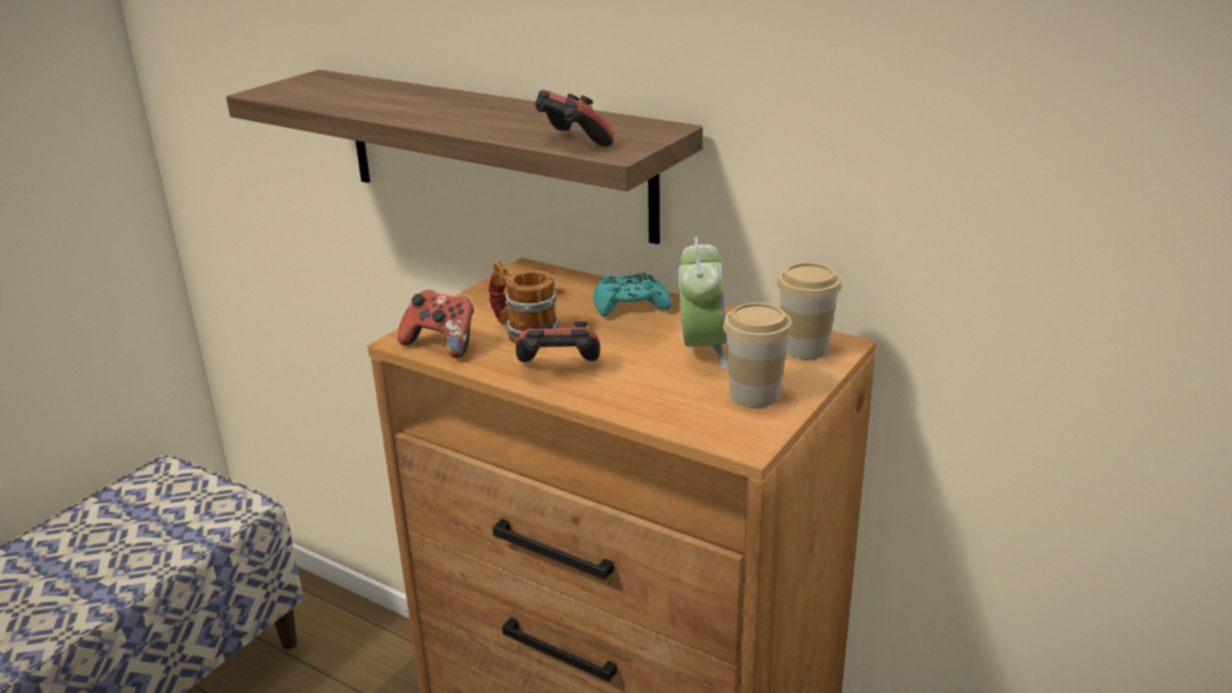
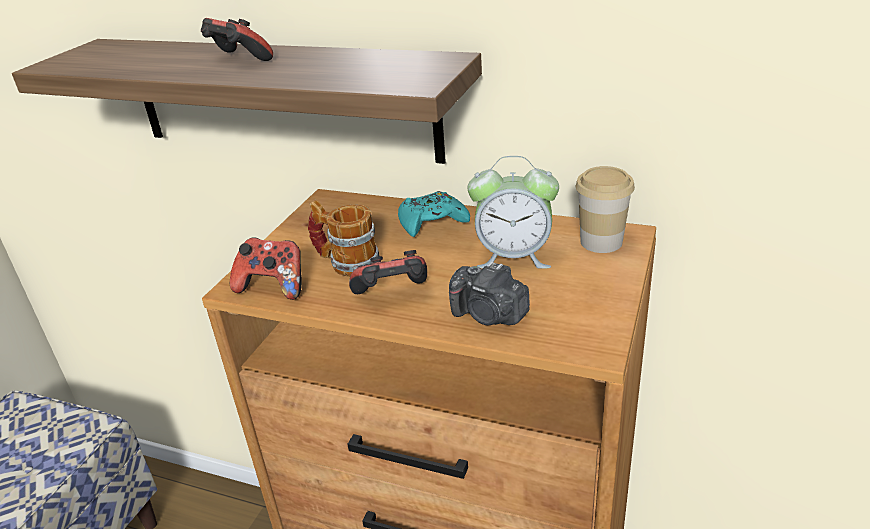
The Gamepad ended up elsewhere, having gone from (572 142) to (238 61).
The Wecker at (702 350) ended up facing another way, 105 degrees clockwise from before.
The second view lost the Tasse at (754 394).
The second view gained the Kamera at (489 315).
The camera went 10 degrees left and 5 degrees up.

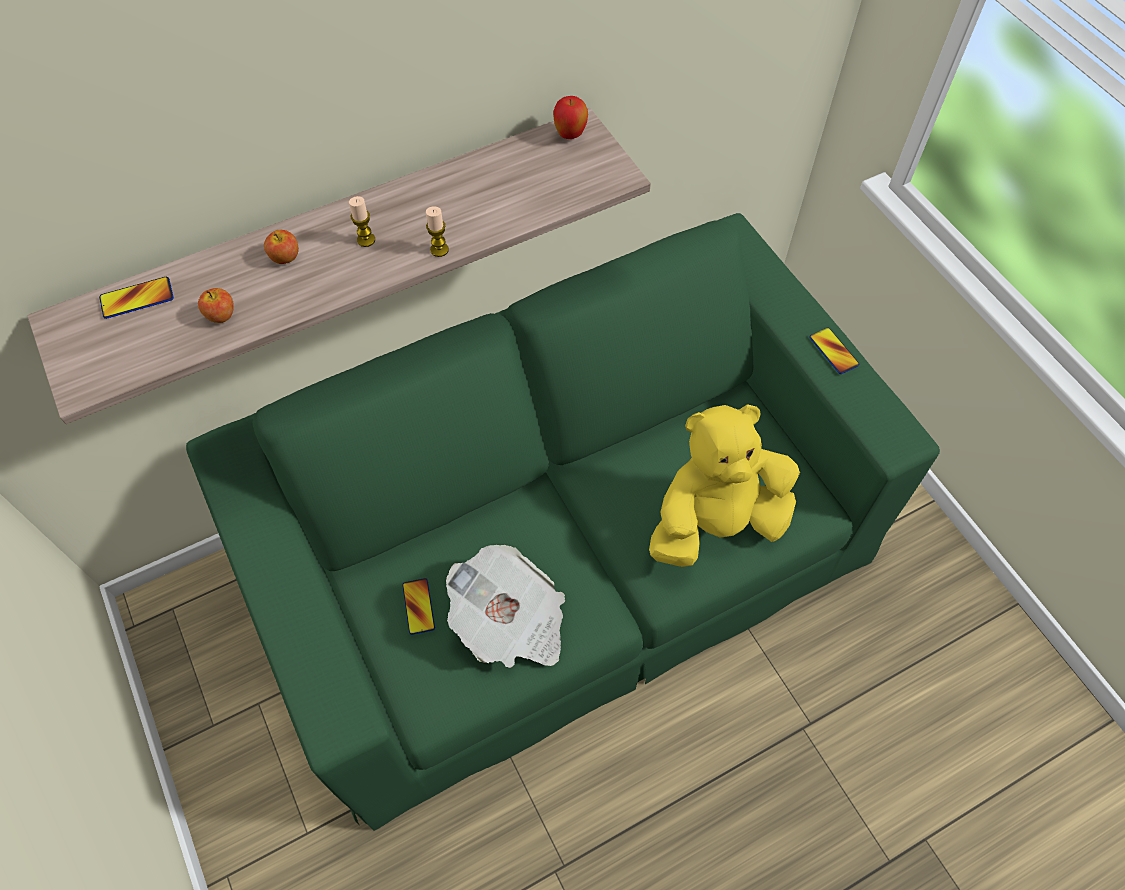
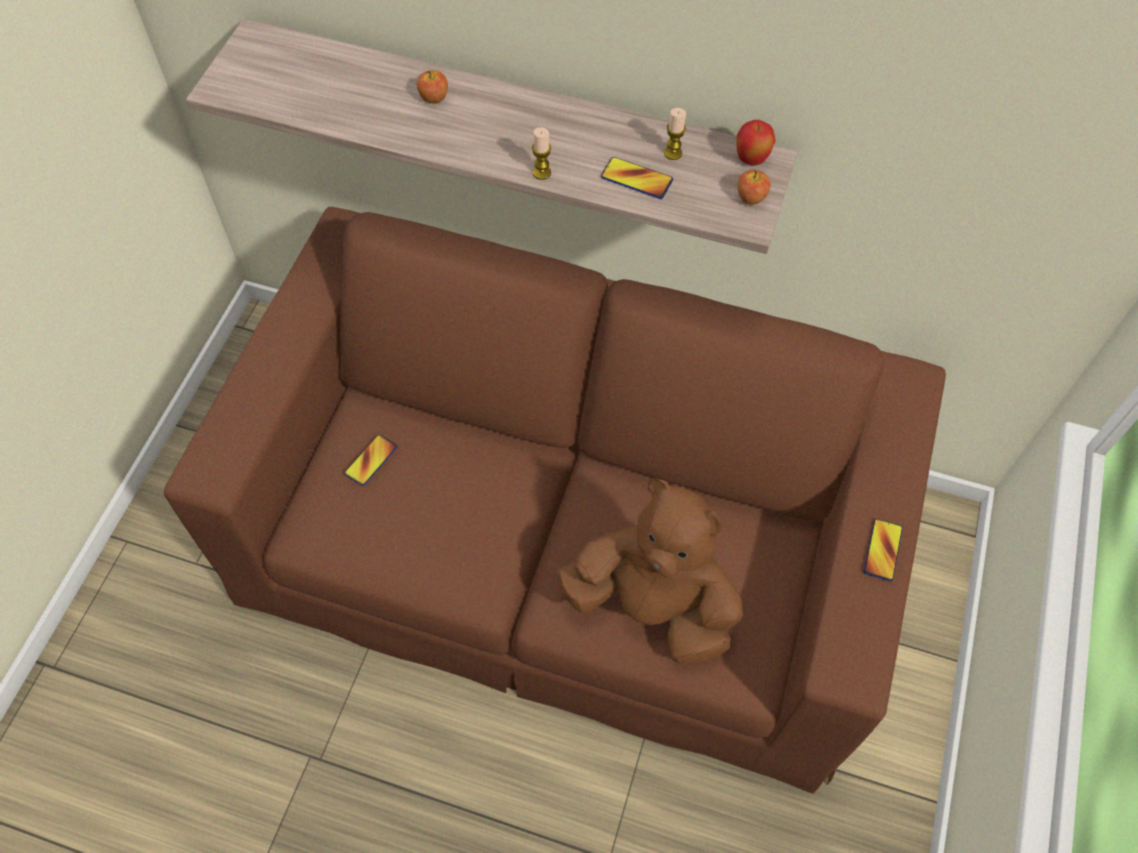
The Handy ended up elsewhere, having gone from (137 298) to (636 179).
What was the Sofa/grün at (562 551) turned into the Sofa/braun at (567 540).
The Apfel ended up elsewhere, having gone from (221 315) to (751 197).
The Kerze ended up elsewhere, having gone from (366 240) to (673 153).
The second view lost the Zeitung at (511 622).
What was the Plüschtier/gelb at (716 522) turned into the Plüschtier/braun at (652 606).
The camera went 45 degrees right and 0 degrees up.

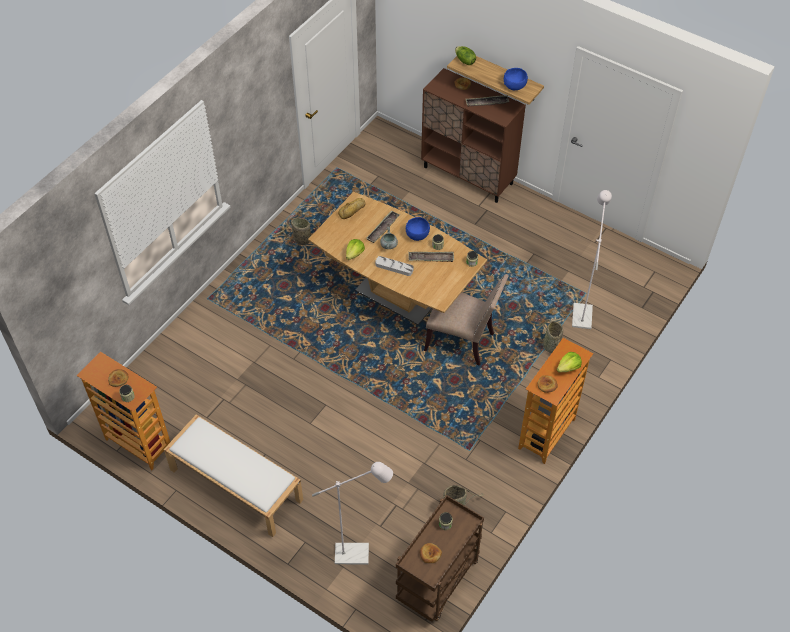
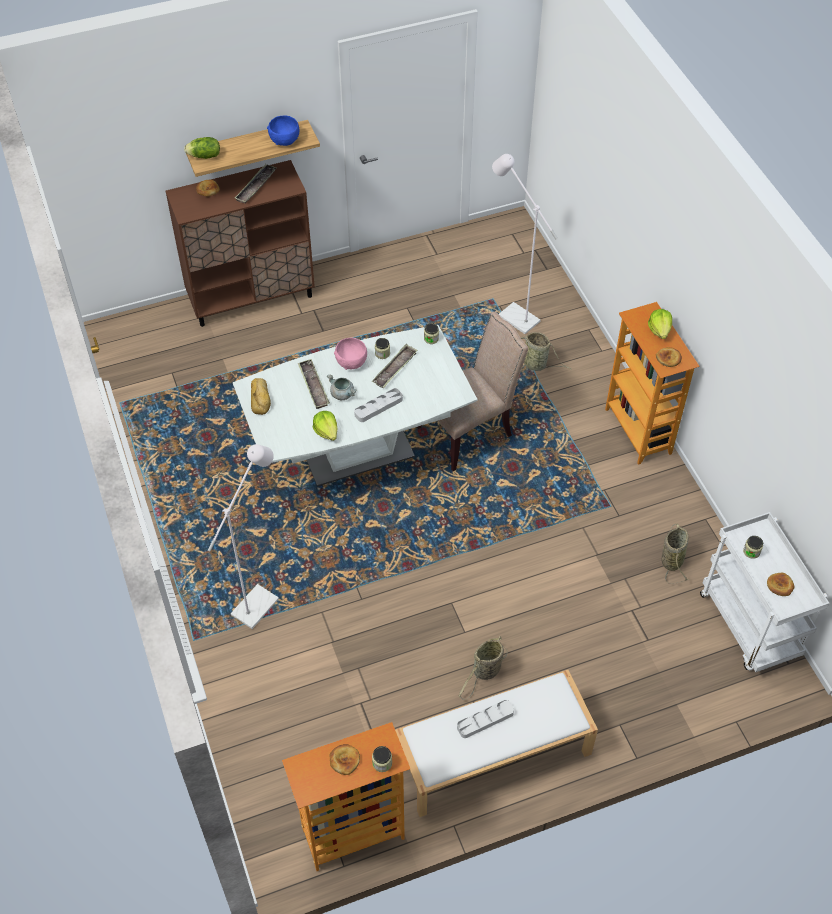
The Korb ended up elsewhere, having gone from (301 240) to (485 672).
What was the Esstisch/braun at (397 296) turned into the Esstisch/weiß at (358 453).
The Stehlampe/weiß ended up elsewhere, having gone from (359 554) to (260 600).
What was the Rollwagen/braun at (438 582) turned into the Rollwagen/weiß at (750 626).
What was the Schüssel/blau at (417 235) turned into the Schüssel/rosa at (351 361).
The second view gained the Tablett/grau at (485 720).
The camera went 55 degrees left and 0 degrees up.

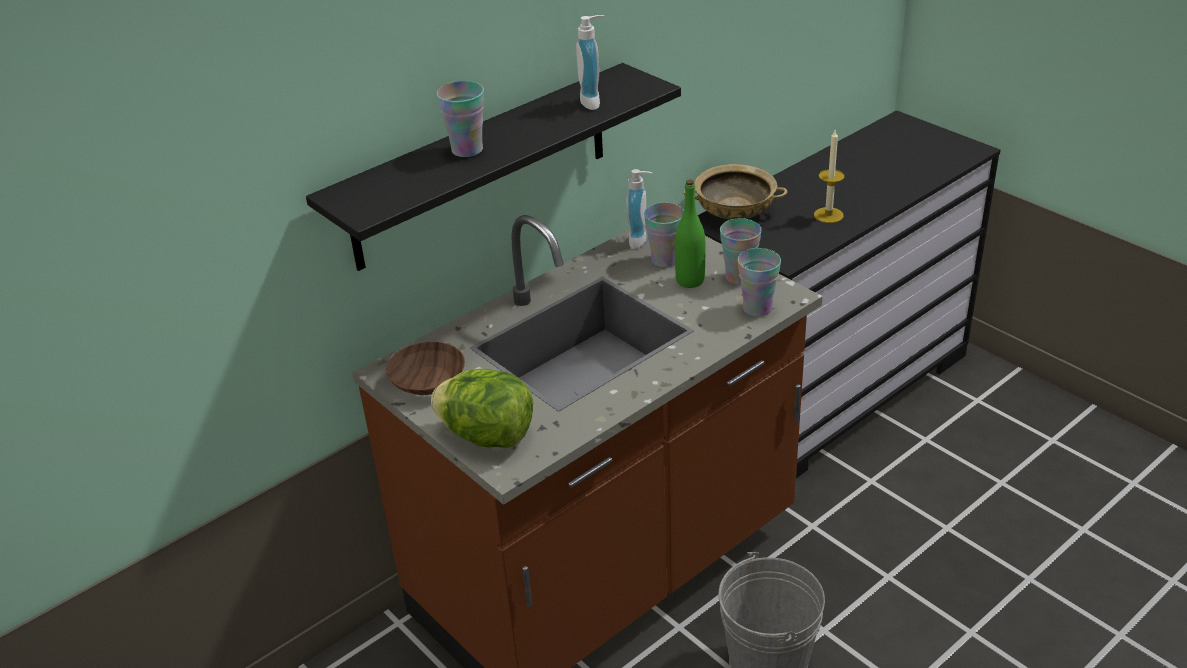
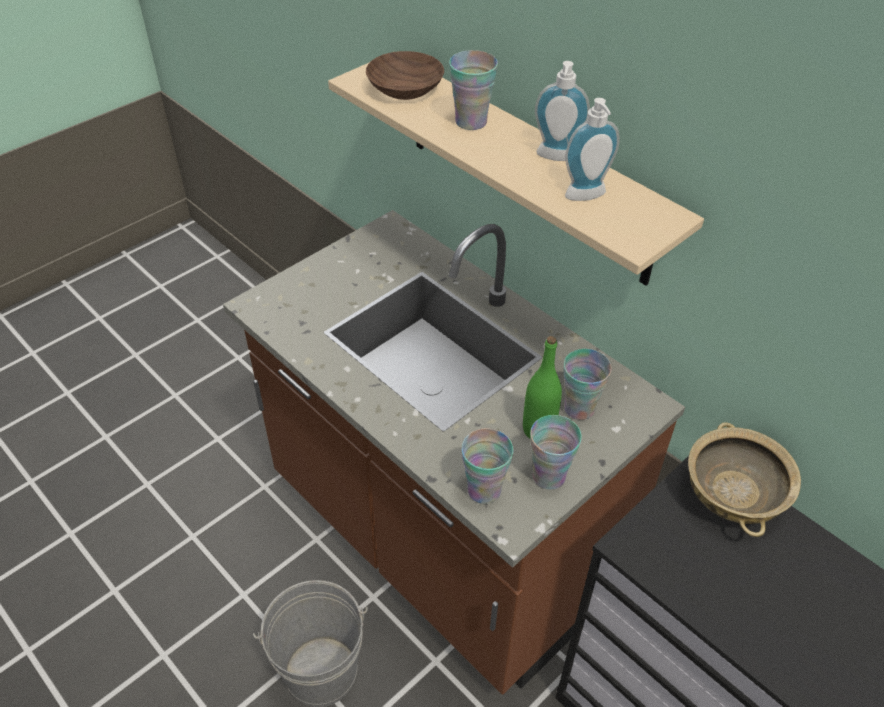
What was the Wandregal/schwarz at (481 167) turned into the Wandregal/beige at (527 168).
The Schüssel/braun ended up elsewhere, having gone from (427 382) to (403 88).
The second view lost the Salatkopf at (488 436).
The Seifenspender ended up elsewhere, having gone from (641 241) to (556 158).
The second view lost the Kerze at (828 215).
The camera went 85 degrees right and 10 degrees up.

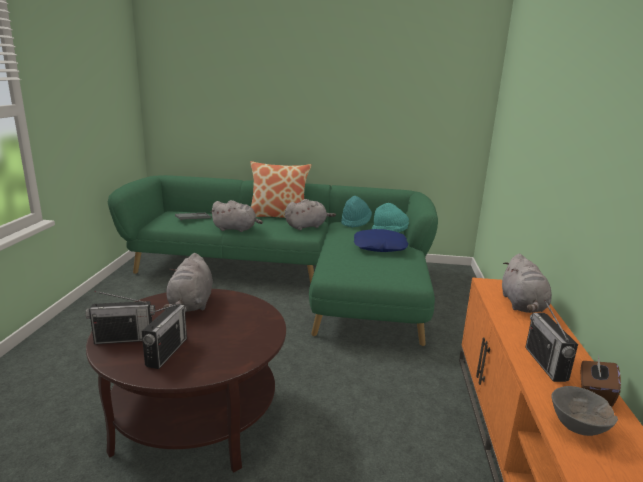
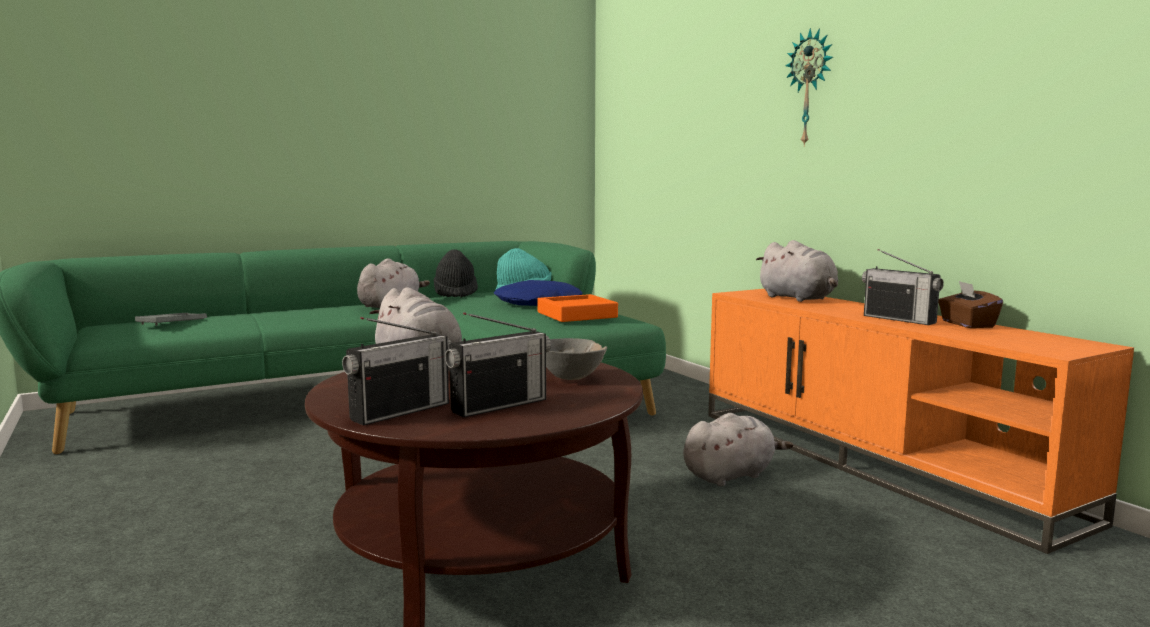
The Radio at (167 352) ended up facing another way, 75 degrees clockwise from before.
The Plüschtier/grau ended up elsewhere, having gone from (236 229) to (731 475).
The second view lost the Kissen at (278 216).
What was the Hut/türkis at (355 222) turned into the Hut/schwarz at (455 294).
The Schüssel/grau ended up elsewhere, having gone from (578 428) to (572 378).
The second view gained the Tablett/orange at (577 315).
The second view gained the Wanduhr at (810 88).
The camera went 35 degrees left and 10 degrees down.

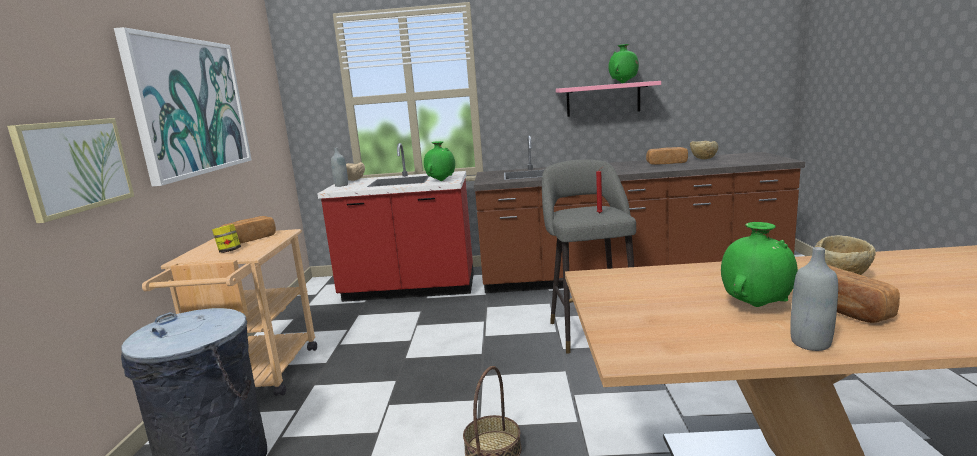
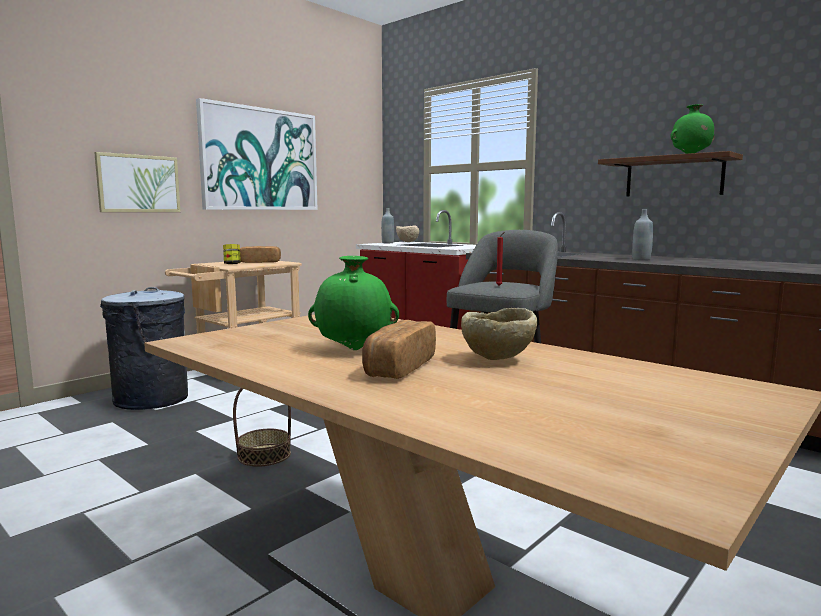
The second view lost the Vase/grün at (441 181).
What was the Wandregal/rosa at (603 99) turned into the Wandregal/braun at (673 177).
The second view lost the Brot at (666 163).
The second view lost the Schüssel/beige at (703 159).
The Flasche/grau ended up elsewhere, having gone from (810 343) to (641 259).
The camera went 40 degrees right and 5 degrees down.

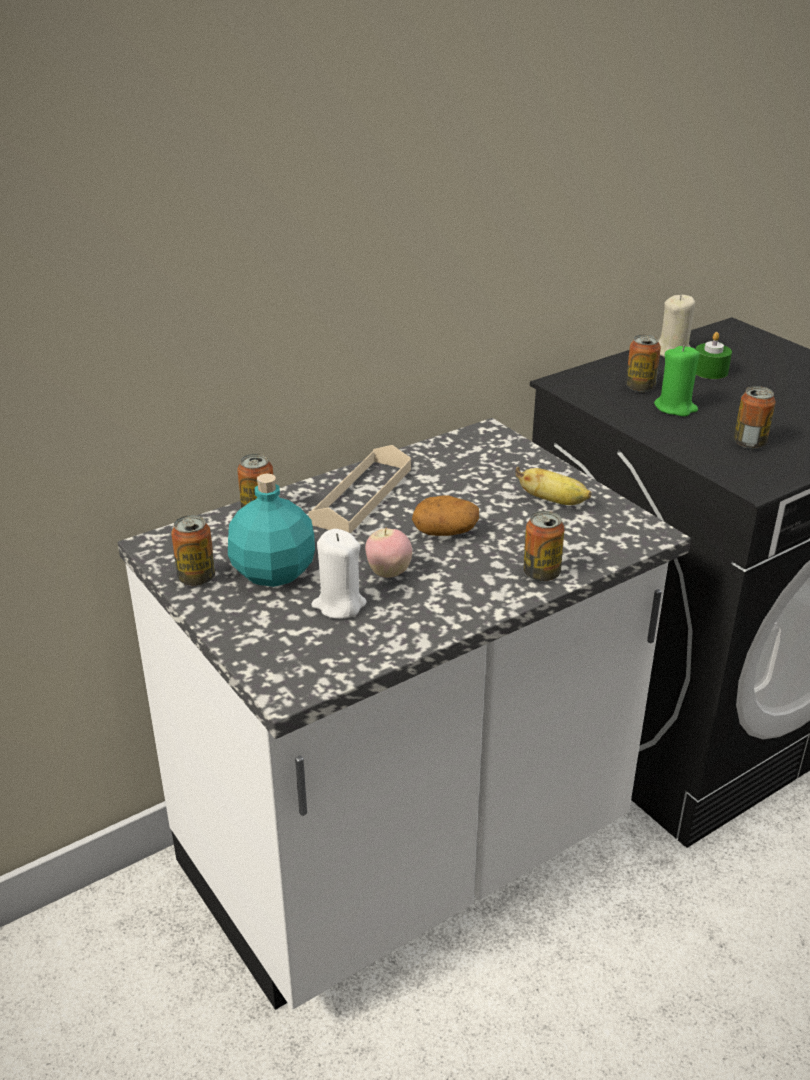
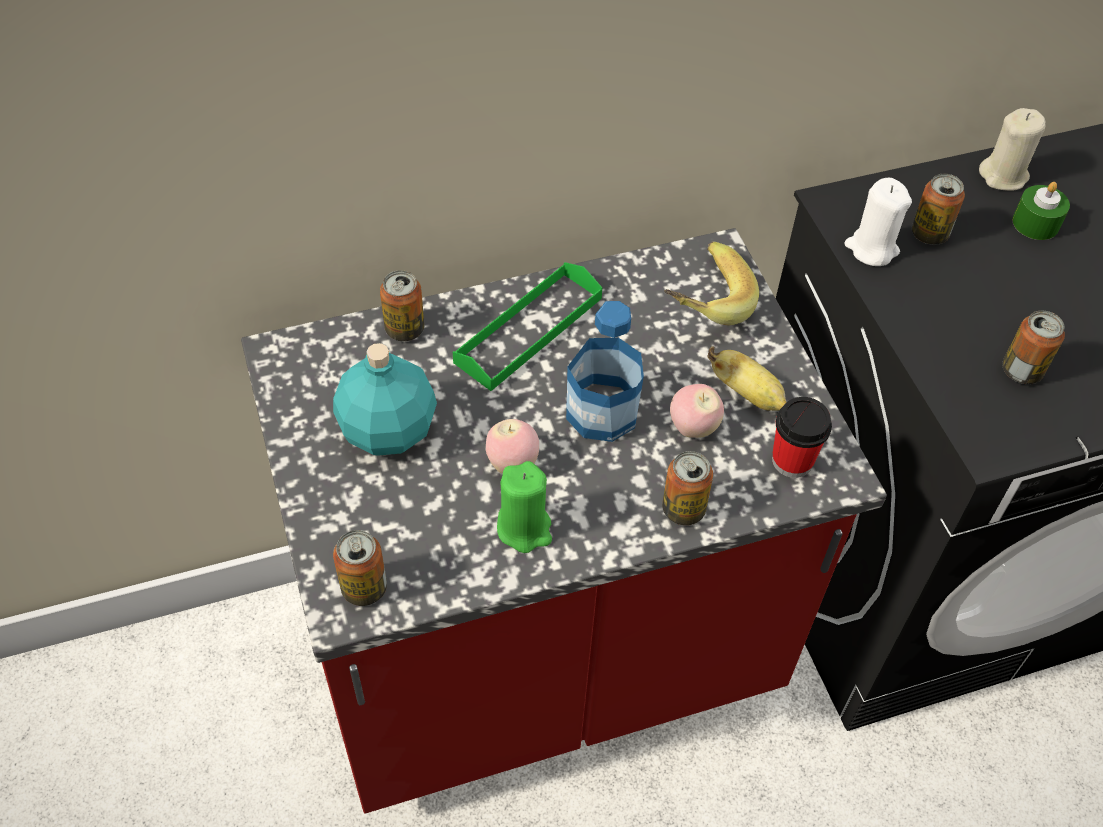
What was the Küchenzeile/weiß at (405 856) turned into the Küchenzeile/rot at (542 655).
The Dose ended up elsewhere, having gone from (196 578) to (364 588).
What was the Tablett/beige at (362 496) turned into the Tablett/grün at (529 330).
The Kerze/weiß ended up elsewhere, having gone from (339 605) to (871 248).
Where the Kartoffel stood at (446 531), the Flasche came to stand at (602 412).
The Kerze/grün ended up elsewhere, having gone from (675 408) to (524 528).
The second view gained the Banane at (701 302).
The second view gained the Apfel at (693 428).
The second view gained the Tasse at (792 460).
The camera went 15 degrees right and 20 degrees up.

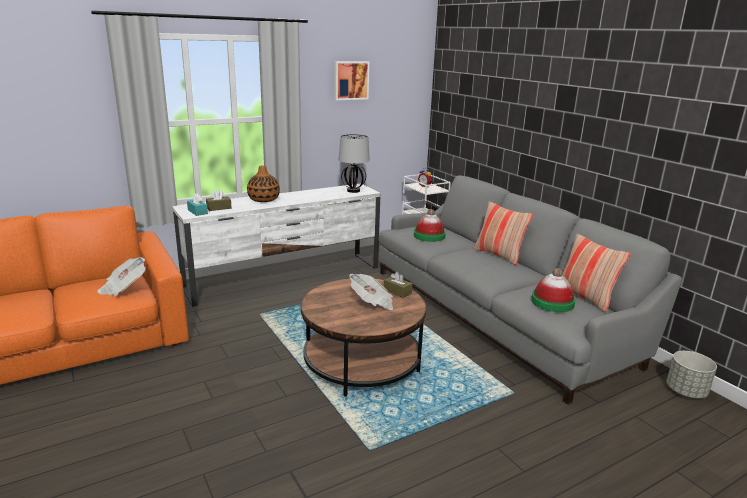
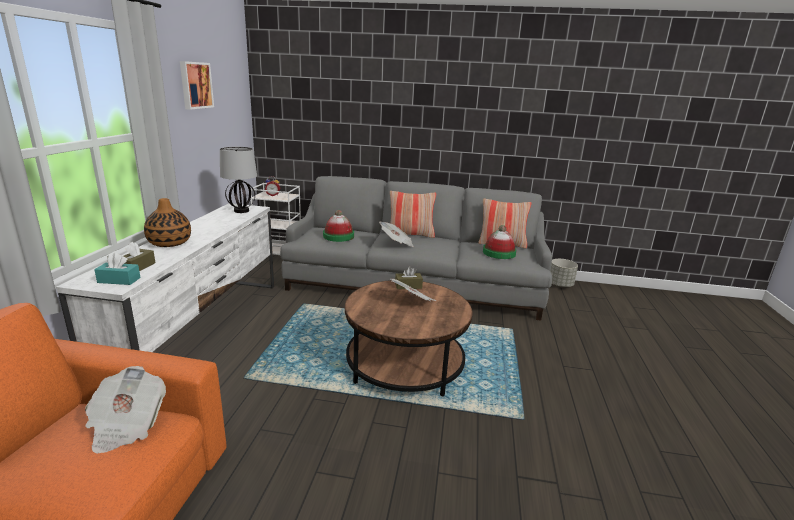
The second view gained the Zeitung at (396 243).
The camera went 50 degrees left and 0 degrees up.

